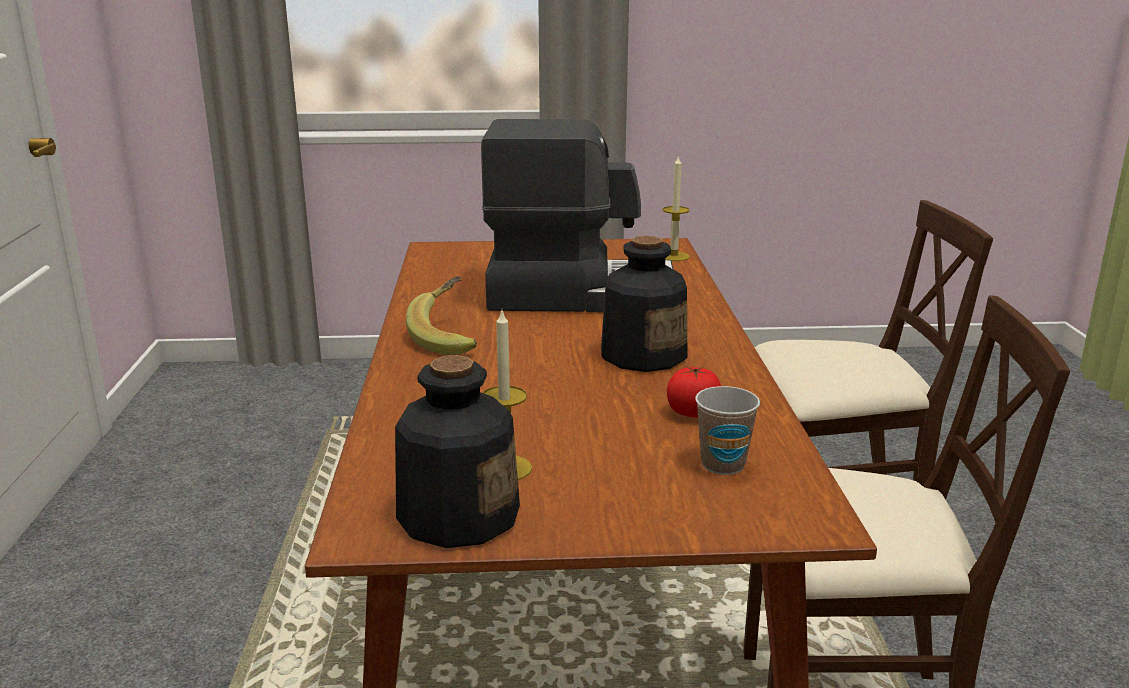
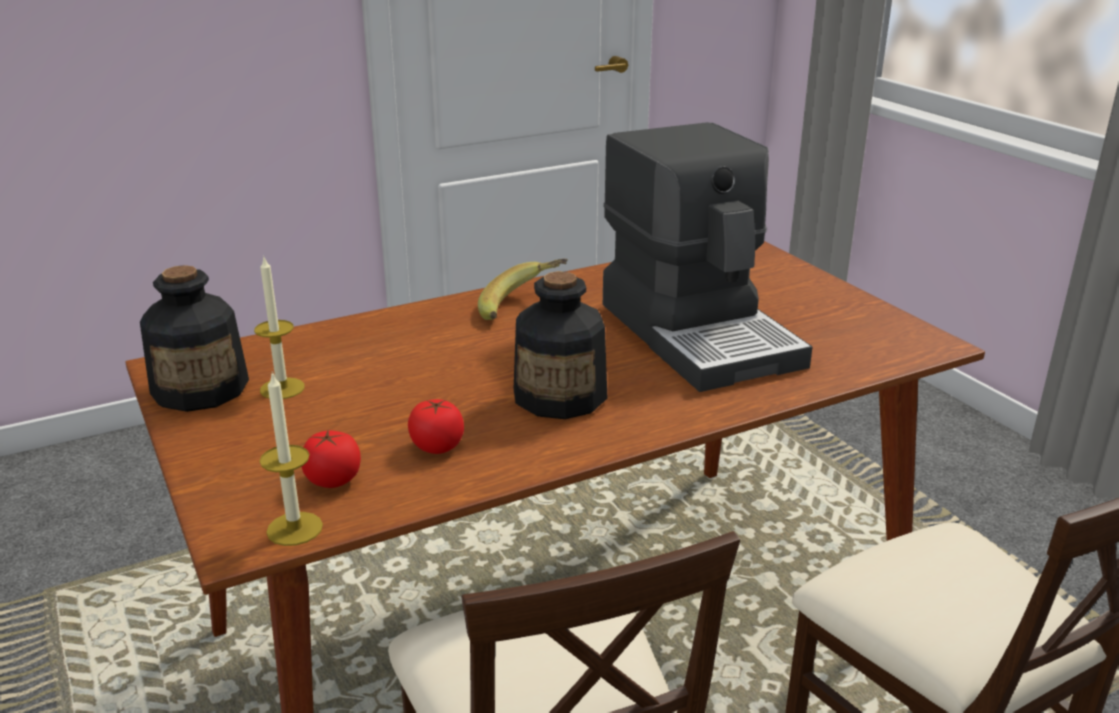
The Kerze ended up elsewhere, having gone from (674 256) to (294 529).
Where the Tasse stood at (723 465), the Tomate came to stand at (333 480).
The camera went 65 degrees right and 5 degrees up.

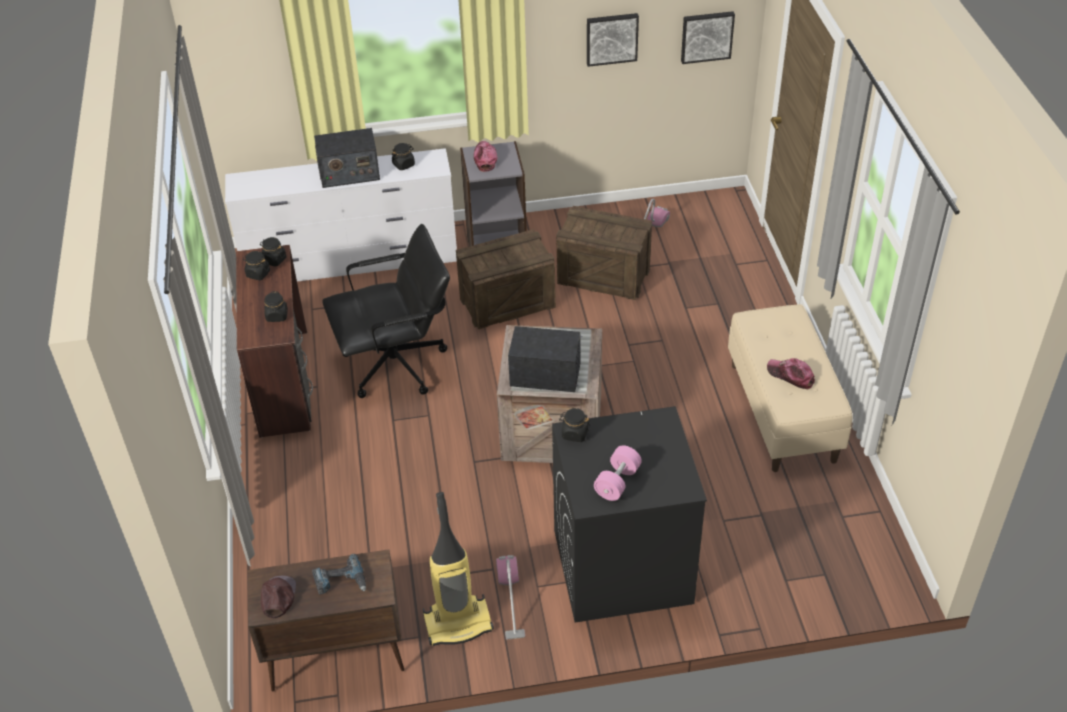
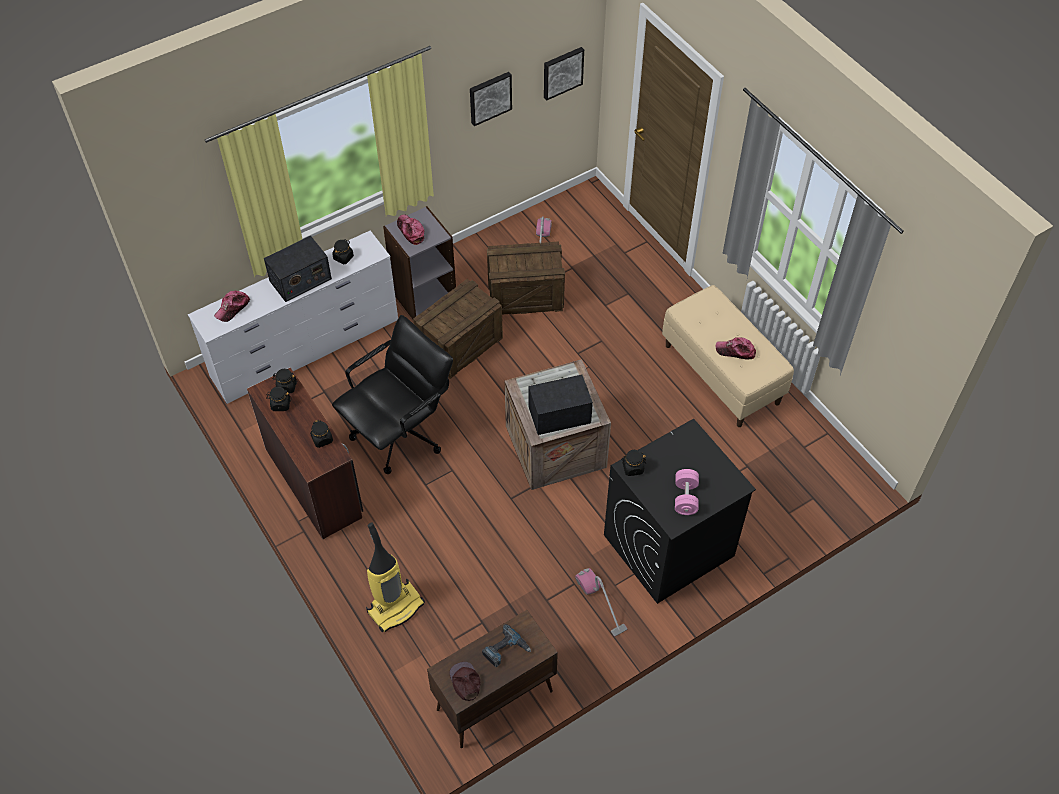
The Staubsauger ended up elsewhere, having gone from (458 622) to (395 606).
The second view gained the Kappe at (232 308).
The camera went 25 degrees left and 10 degrees up.

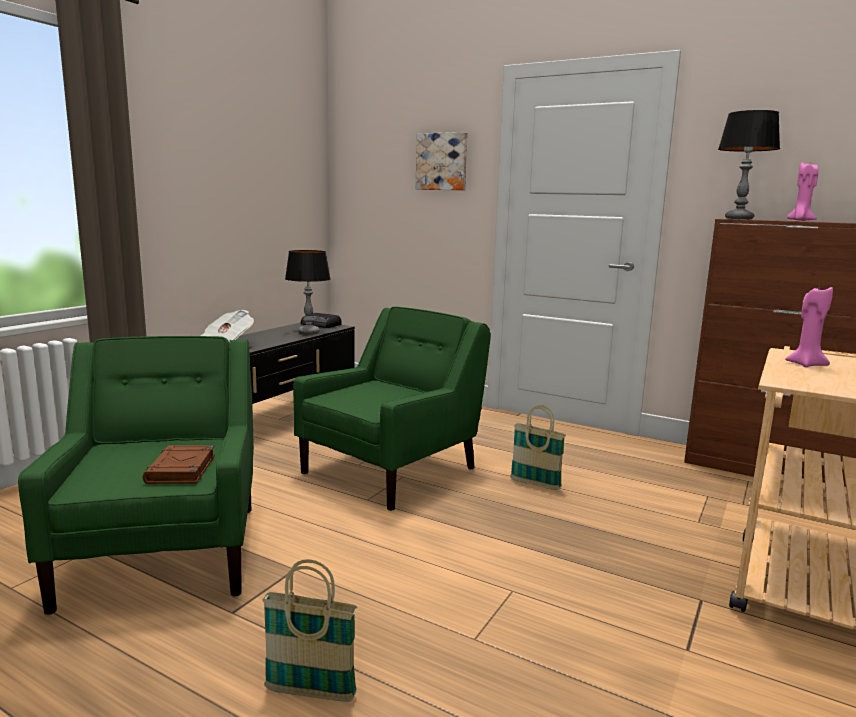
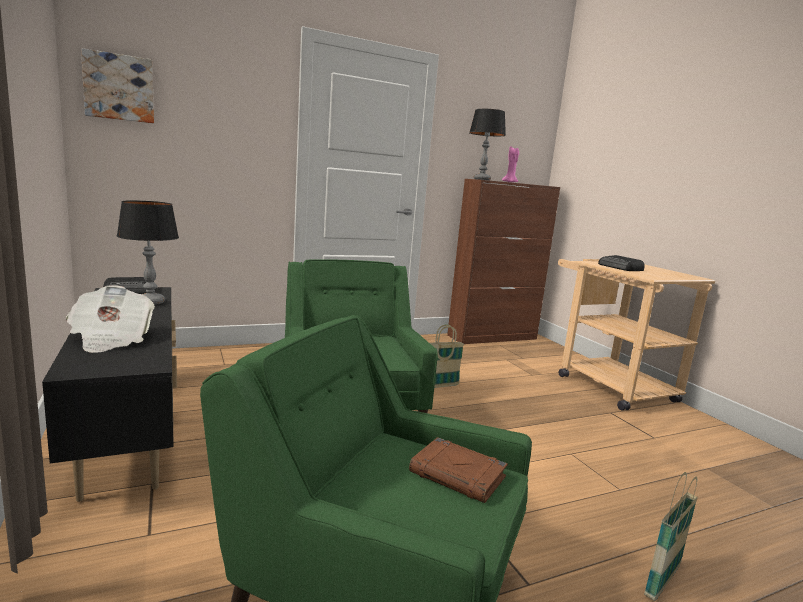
The Bild ended up elsewhere, having gone from (442 162) to (119 87).
Where the Kerze/rosa stood at (806 364), the Radio came to stand at (620 268).
The camera went 55 degrees left and 0 degrees up.

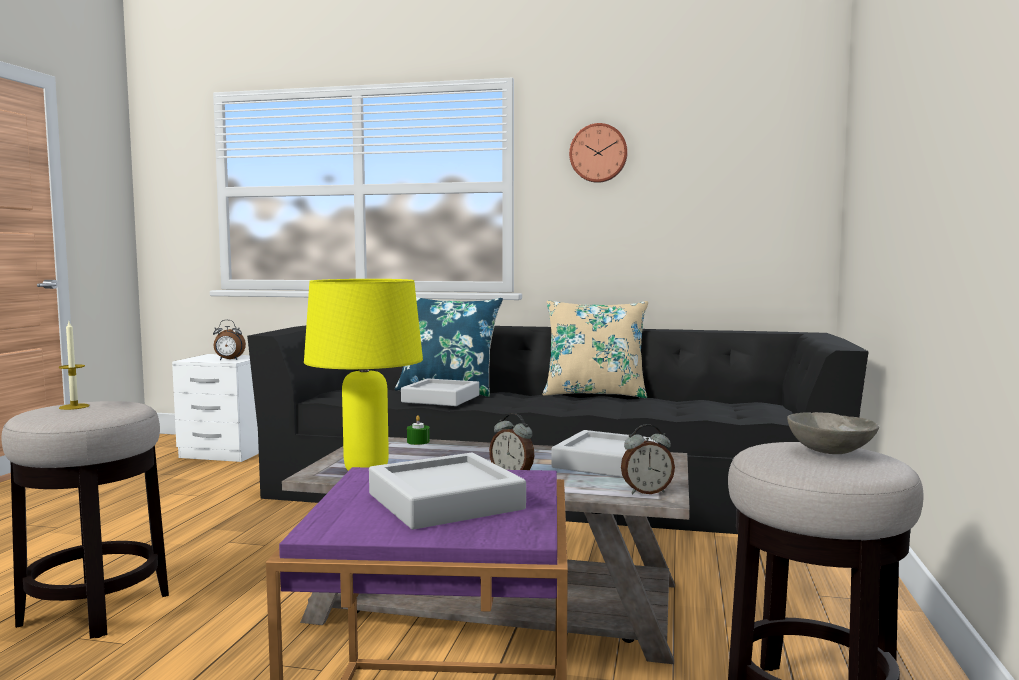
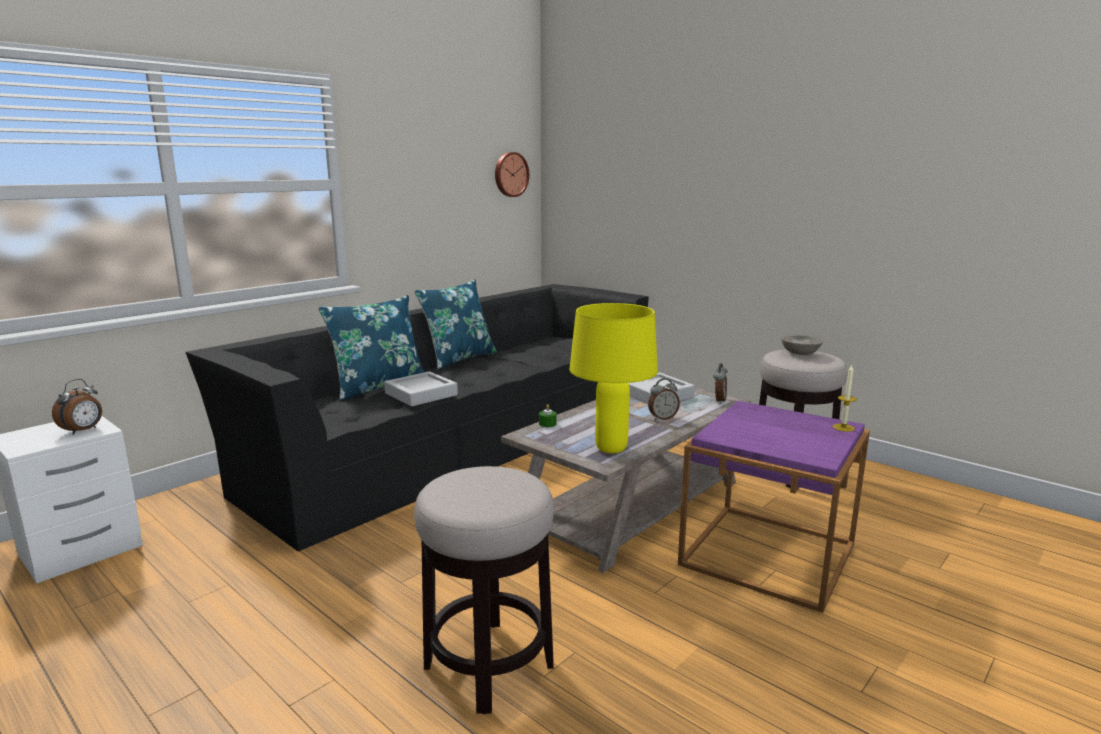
The Kerze ended up elsewhere, having gone from (74 407) to (843 428).
The second view lost the Tablett/grau at (445 501).
What was the Kissen/beige at (595 394) turned into the Kissen/blau at (458 359).
The Wanduhr ended up elsewhere, having gone from (598 153) to (510 174).
The camera went 60 degrees left and 10 degrees up.

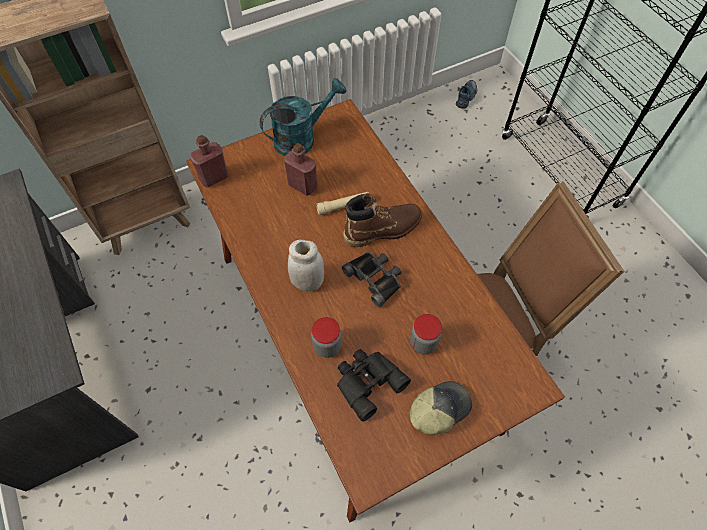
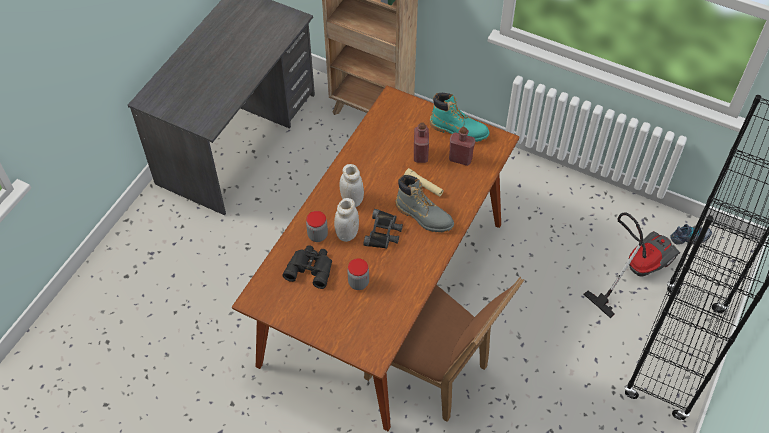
The Flasche/rot ended up elsewhere, having gone from (214 178) to (460 159).
Where the Gießkanne/türkis stood at (301 137), the Stiefel/türkis came to stand at (458 130).
What was the Stiefel/braun at (383 229) turned into the Stiefel/grau at (424 216).
The second view lost the Kappe at (438 409).
The second view gained the Vorratsglas/weiß at (347 234).
The second view gained the Staubsauger at (634 269).
The camera went 55 degrees right and 5 degrees down.

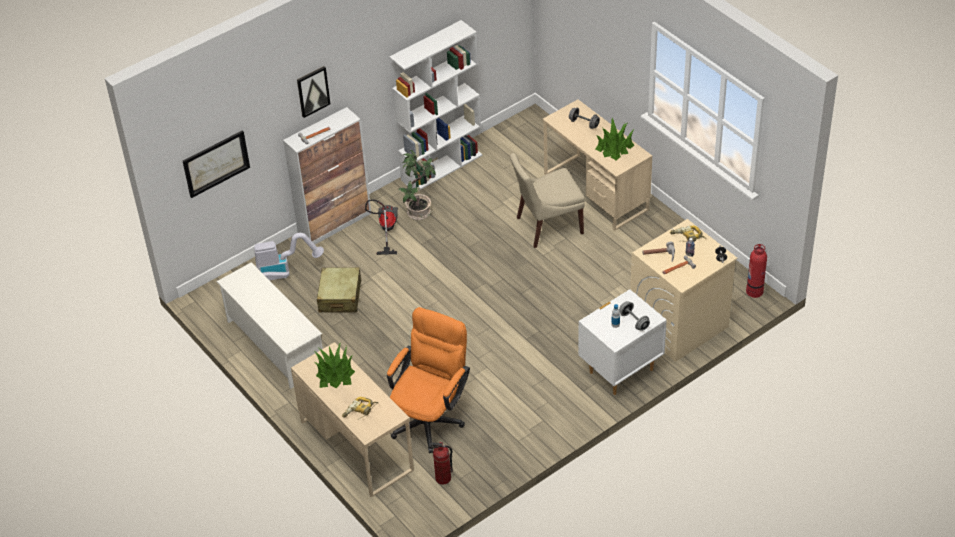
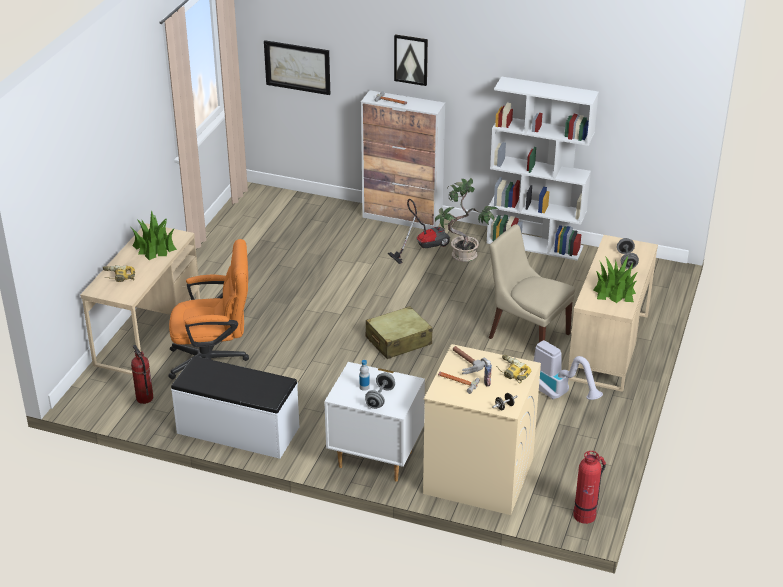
The second view lost the Schuhregal/weiß at (275 345).
The Staubsauger ended up elsewhere, having gone from (285 272) to (560 394).
The Koffer/beige ended up elsewhere, having gone from (340 297) to (398 341).
The second view gained the Bank/weiß at (237 430).
The camera went 55 degrees right and 10 degrees down.

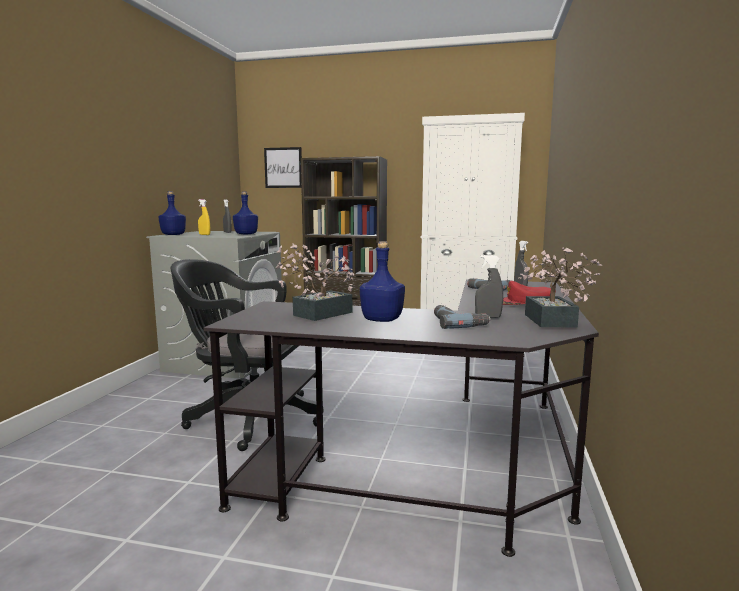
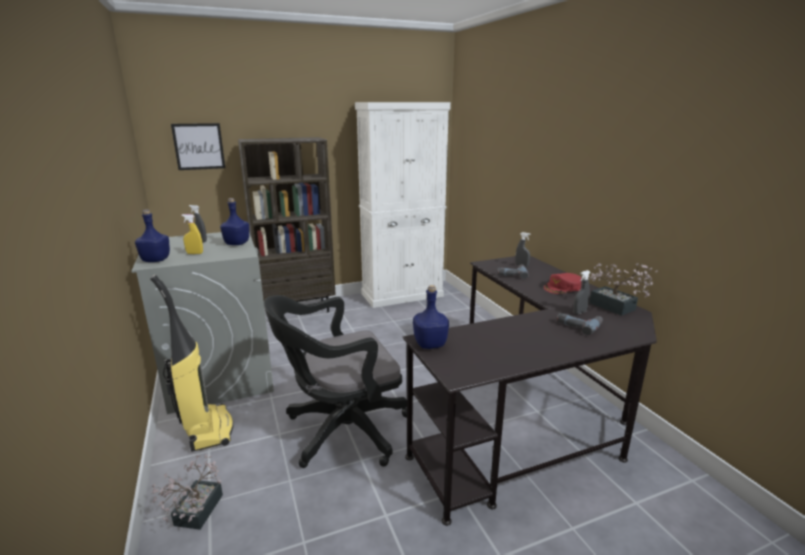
The Topfpflanze ended up elsewhere, having gone from (317 315) to (195 514).
The Flasche/blau ended up elsewhere, having gone from (382 320) to (430 344).
The second view gained the Staubsauger at (208 429).
The camera went 35 degrees left and 10 degrees up.

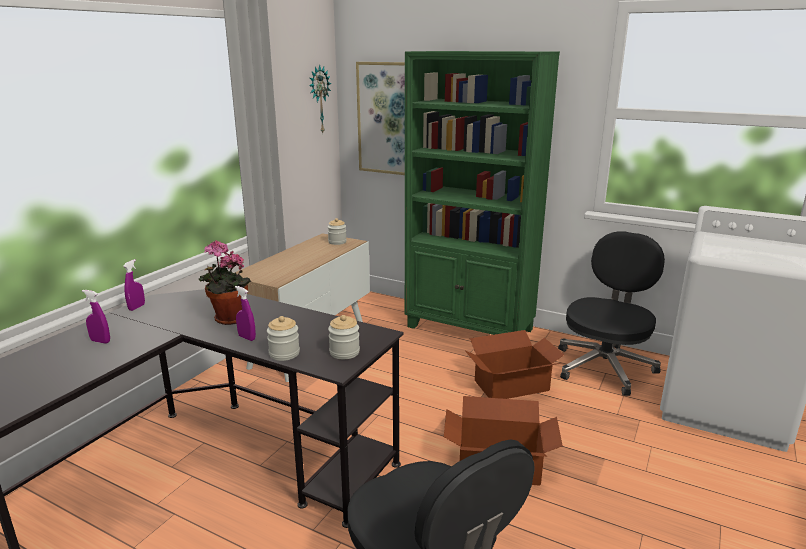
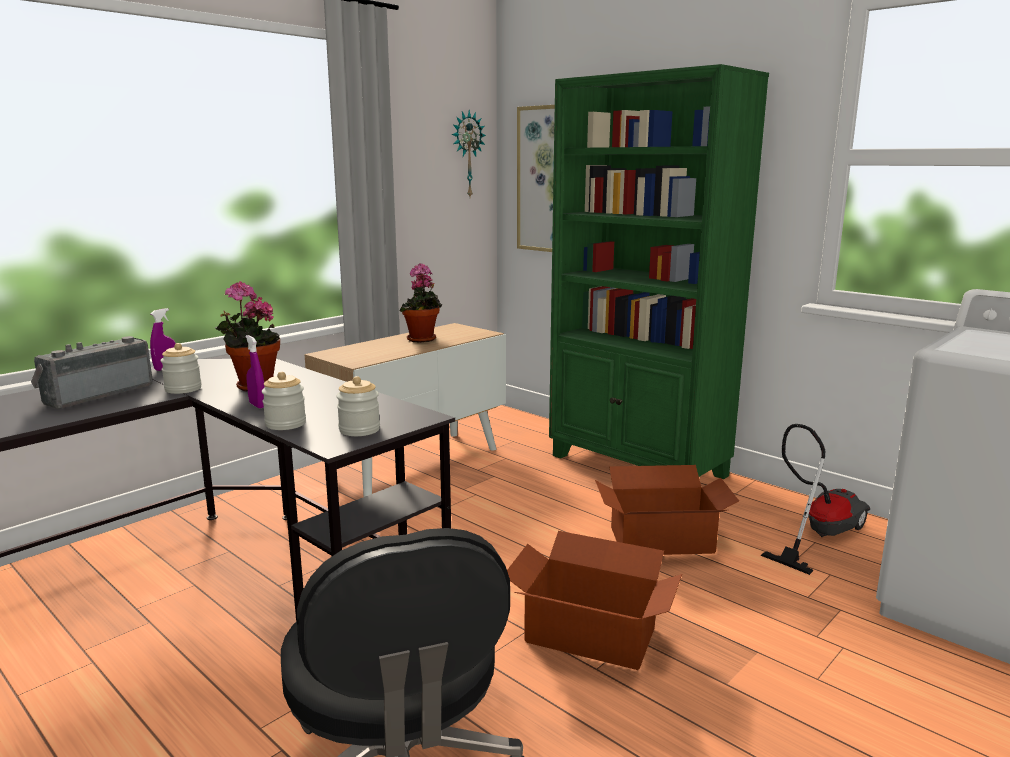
Where the Sprühflasche/lila stood at (100 341), the Radio came to stand at (97 394).
The Vorratsglas ended up elsewhere, having gone from (337 242) to (183 389).
Where the Bürostuhl/schwarz stood at (604 366), the Staubsauger came to stand at (817 534).
The second view gained the Topfpflanze at (422 340).
The camera went 15 degrees right and 5 degrees down.

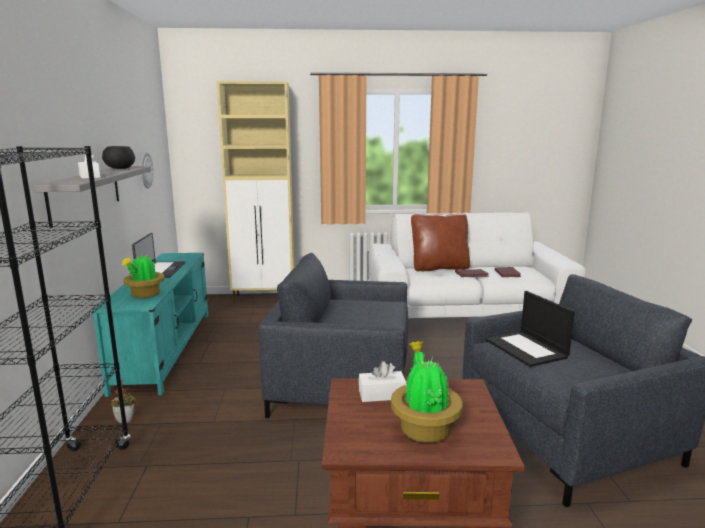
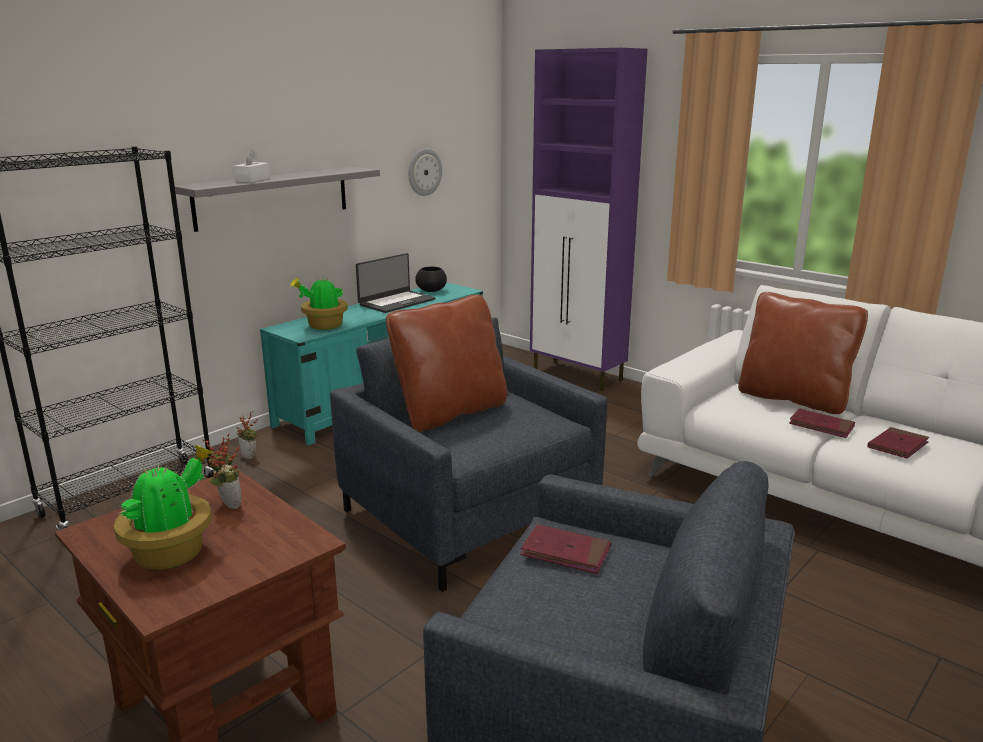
The Schüssel/schwarz ended up elsewhere, having gone from (120 168) to (432 290).
What was the Schrank/beige at (265 298) turned into the Schrank/lila at (578 375).
Where the Taschentuchbox/weiß stood at (382 395), the Topfpflanze came to stand at (227 504).
Where the Laptop stood at (527 349), the Buch/rot came to stand at (565 552).
The second view gained the Kissen/braun at (450 412).
The camera went 45 degrees right and 5 degrees up.

